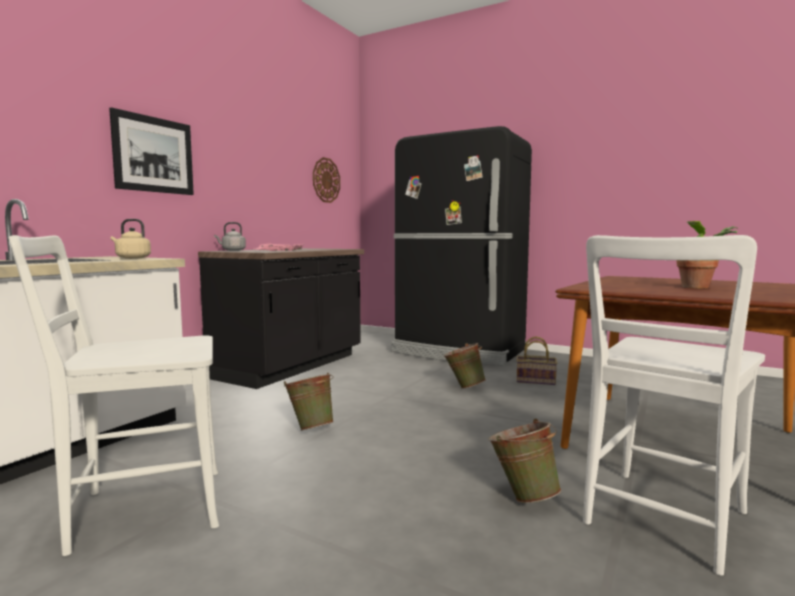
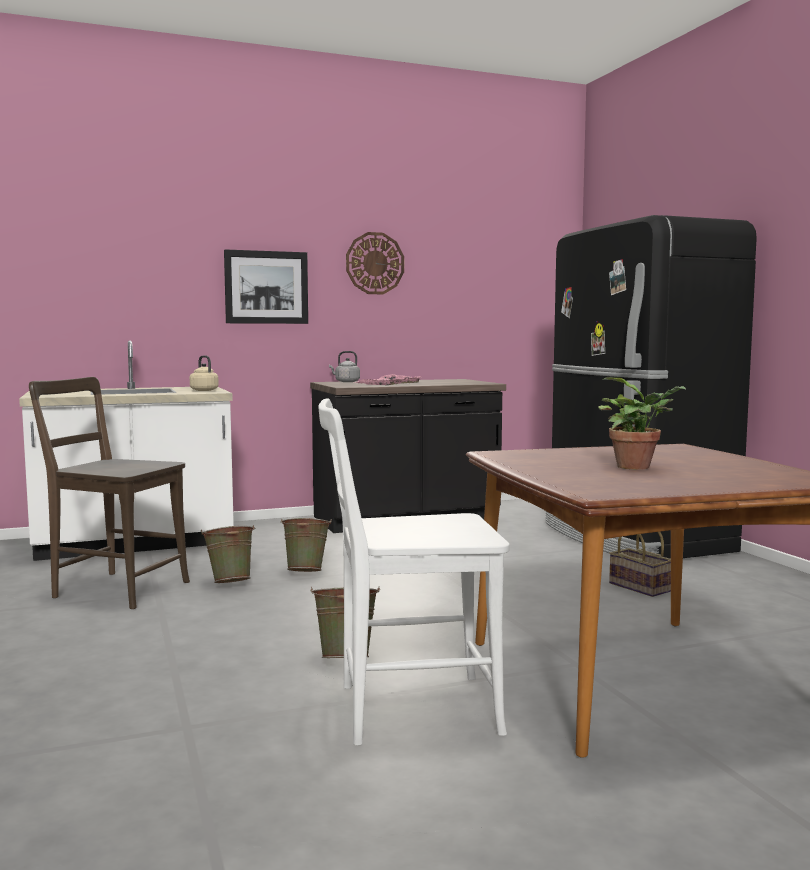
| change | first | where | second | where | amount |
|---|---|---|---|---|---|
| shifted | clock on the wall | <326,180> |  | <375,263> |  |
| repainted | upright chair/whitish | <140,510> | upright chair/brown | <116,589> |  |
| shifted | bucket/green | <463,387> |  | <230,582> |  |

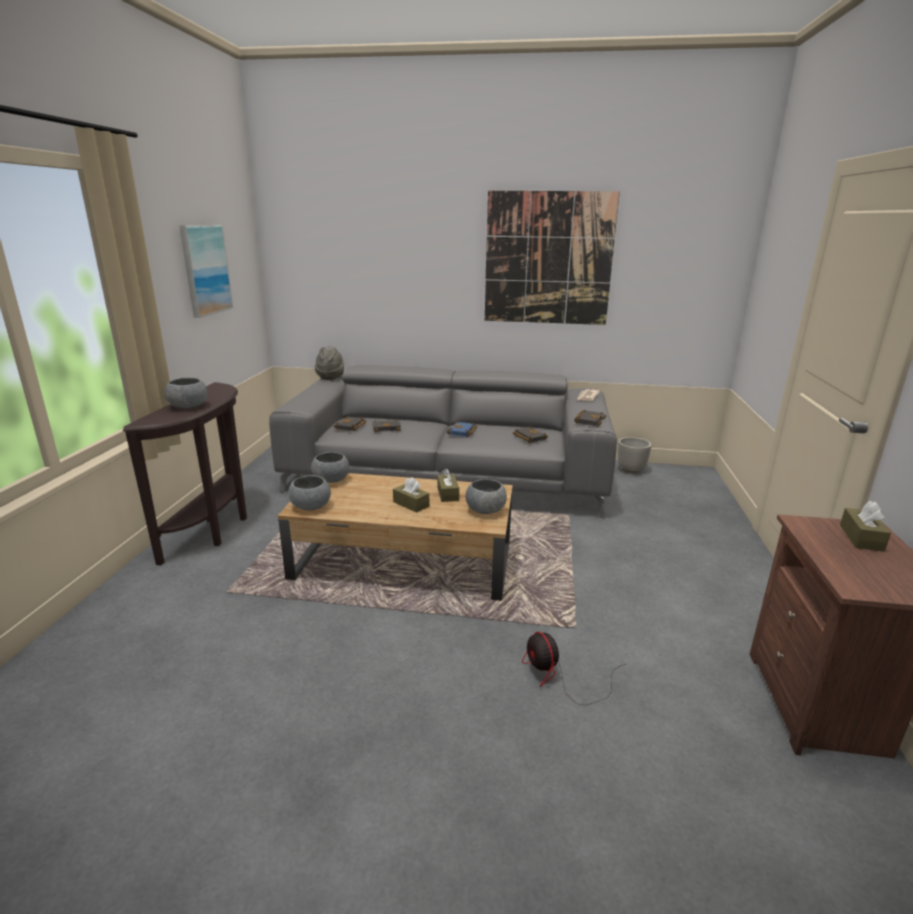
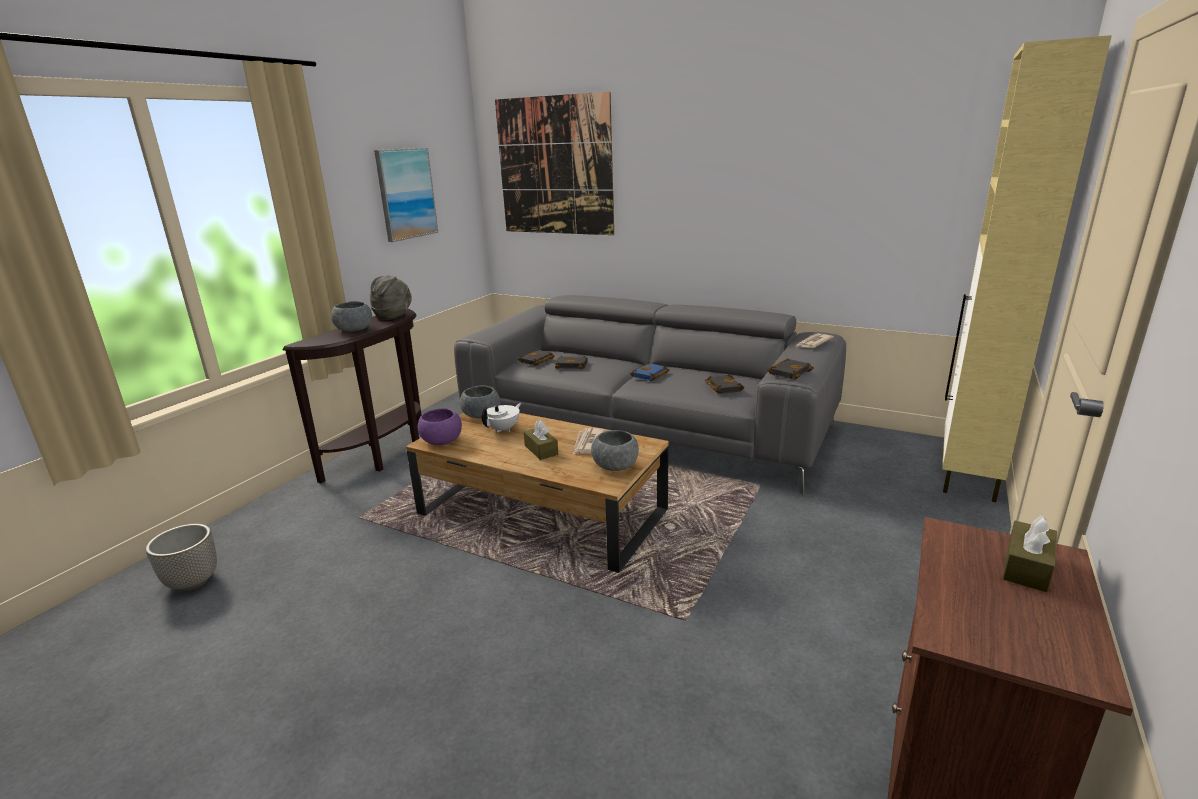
| change | first | where | second | where | amount |
|---|---|---|---|---|---|
| shifted | wall picture | <548,259> |  | <554,167> |  |
| shifted | wearable hat/gray | <330,377> |  | <393,316> |  |
| shifted | flower pot | <631,469> |  | <194,582> |  |
| swapped | tissue holder/brown | <448,494> | printed paper | <588,443> |  |
| repainted | bowl/gray | <310,507> | bowl/purple-coloured | <441,441> |  |
| gone | cooling fan | <560,677> |  |  |  |
| new |  |  | cabinet/beige-coloured | <968,473> |  |
| new |  |  | pot for tea/whitish | <503,429> |  |

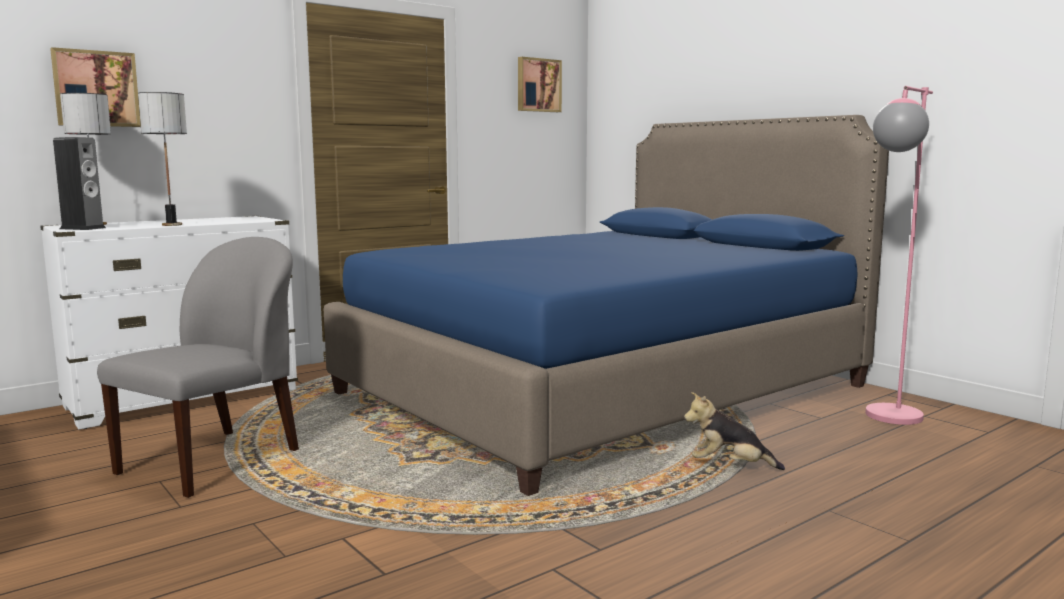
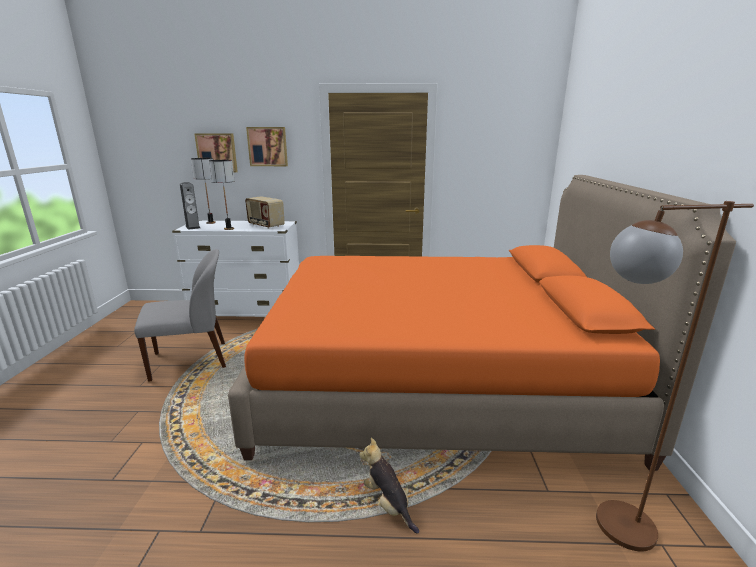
| change | first | where | second | where | amount |
|---|---|---|---|---|---|
| shifted | wall picture | <538,85> |  | <268,146> |  |
| repainted | standing lamp/pink-coloured | <887,420> | standing lamp/brown | <607,529> |  |
| repainted | bed/bluish | <603,389> | bed/orange-coloured | <434,382> |  |
| new |  |  | radio receiver | <265,225> |  |

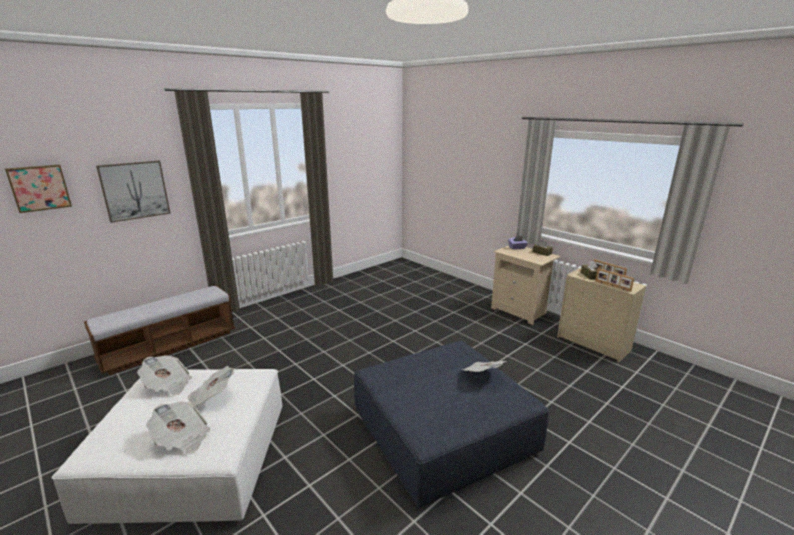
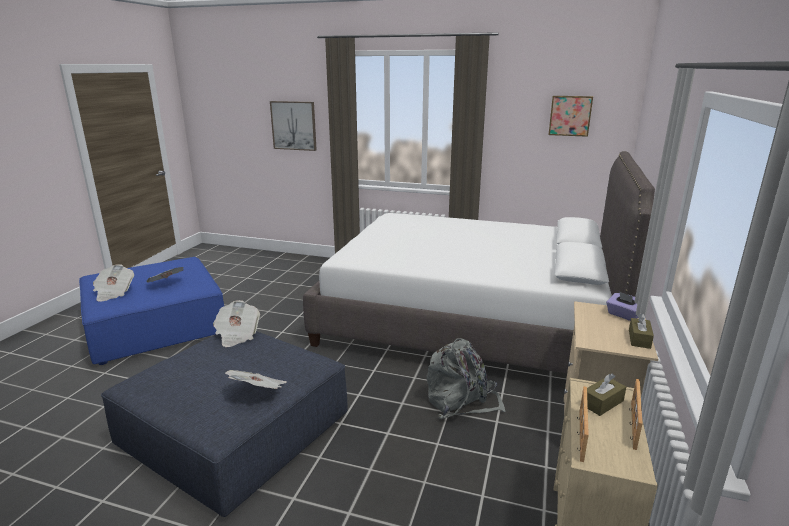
| change | first | where | second | where | amount |
|---|---|---|---|---|---|
| shifted | wall picture | <39,188> |  | <570,115> |  |
| gone | bench | <170,346> |  |  |  |
| shifted | printed paper | <167,385> |  | <237,335> |  |
| repainted | footrest/whitish | <193,459> | footrest/bluish | <156,325> |  |
| new |  |  | bed/whitish | <469,321> |  |
| new |  |  | knapsack/gray | <461,401> |  |

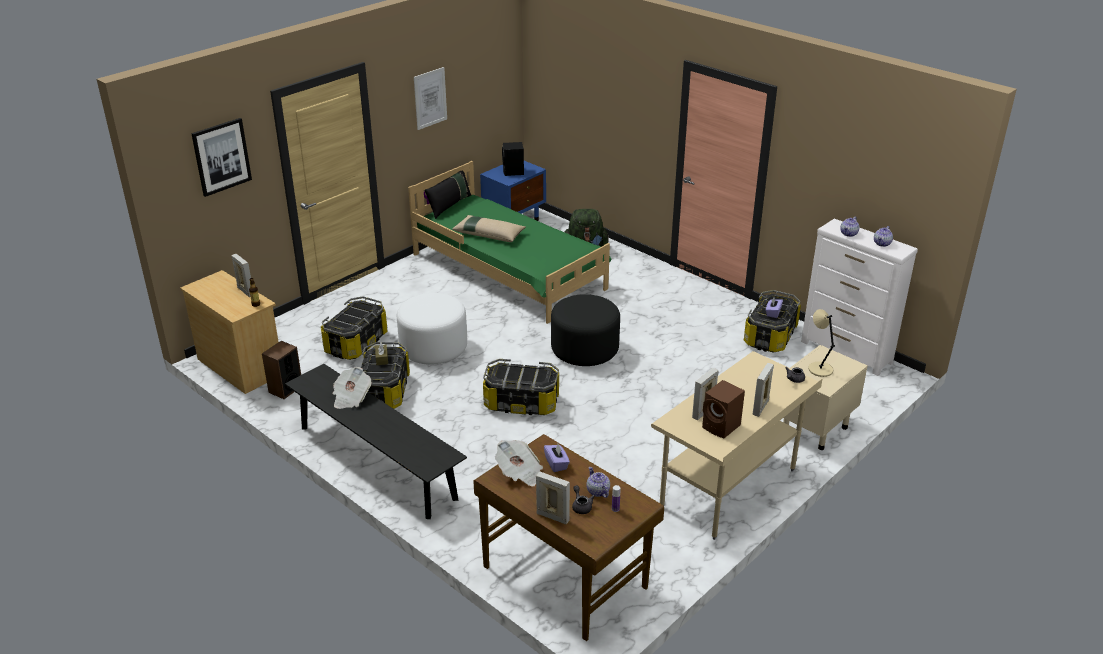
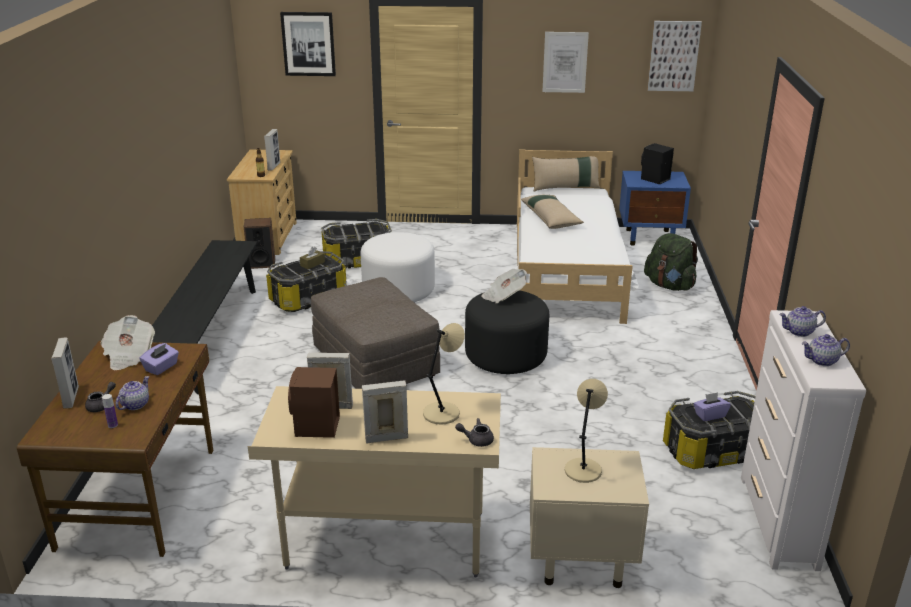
| change | first | where | second | where | amount |
|---|---|---|---|---|---|
| repainted | bed/green | <509,271> | bed/whitish | <567,270> |  |
| repainted | cushion/blackish | <449,205> | cushion/beige-coloured | <565,187> |  |
| swapped | storage bin | <521,403> | footrest/gray | <376,362> |  |
| shifted | printed paper | <351,398> |  | <503,296> |  |
| new |  |  | wall picture | <673,56> |  |
| new |  |  | tabletop lamp/beige-coloured | <442,412> |  |

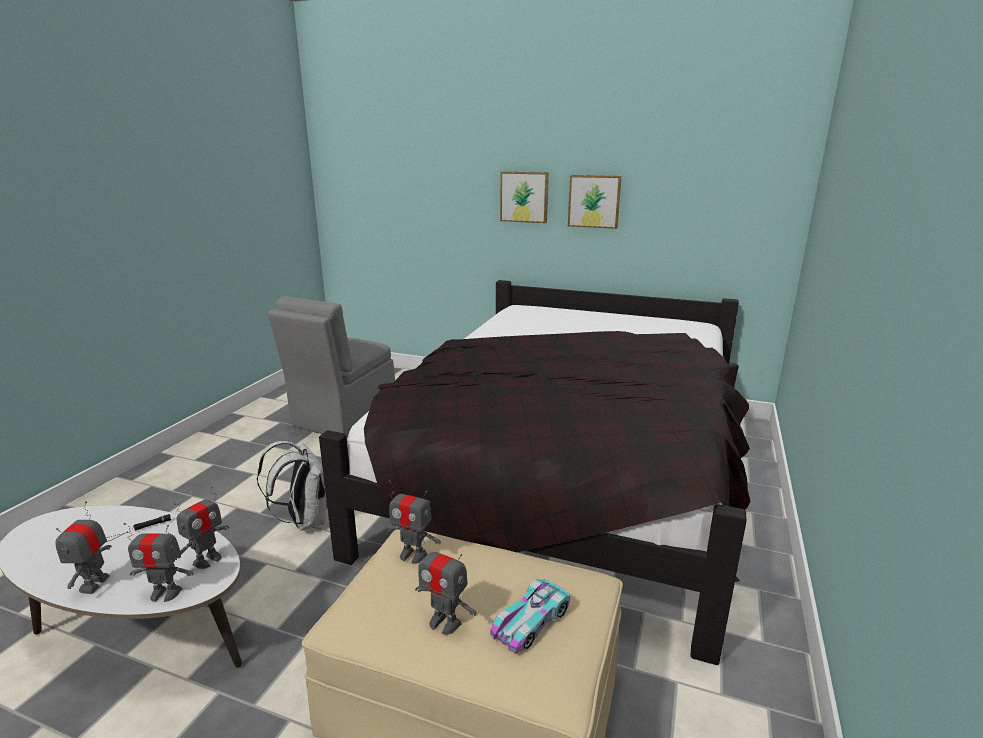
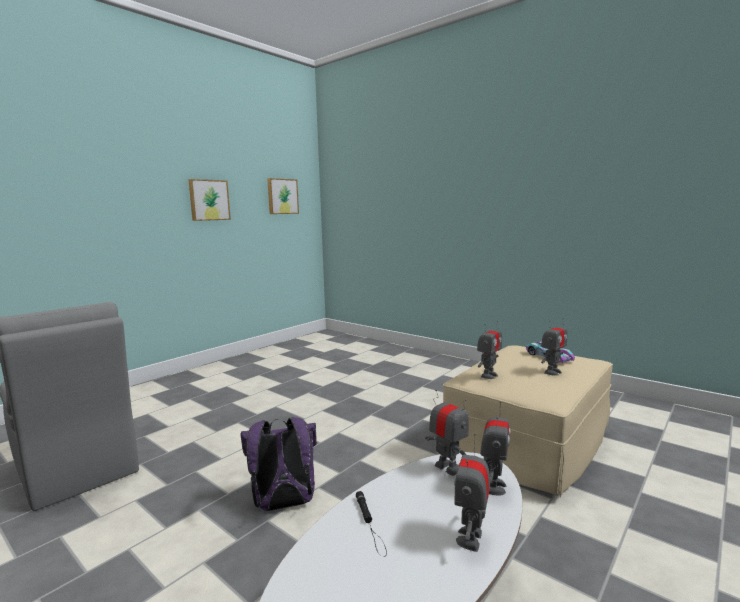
| change | first | where | second | where | amount |
|---|---|---|---|---|---|
| shifted | wall picture | <524,197> |  | <282,196> |  |
| gone | bed/blackish | <568,474> |  |  |  |
| repainted | knapsack/whitish | <304,521> | knapsack/purple-coloured | <283,505> |  |
| rotated | model robot | <94,584> |  | <470,538> | 90 degrees clockwise |

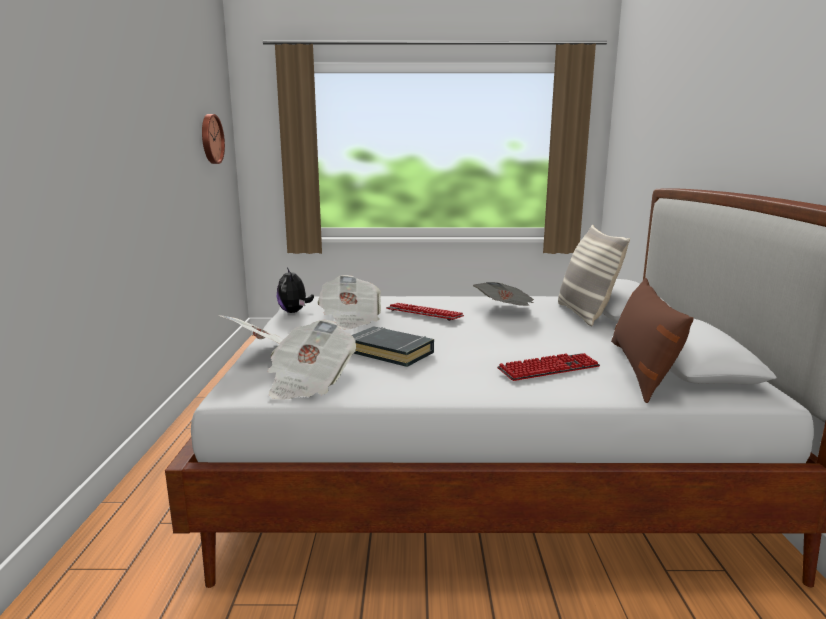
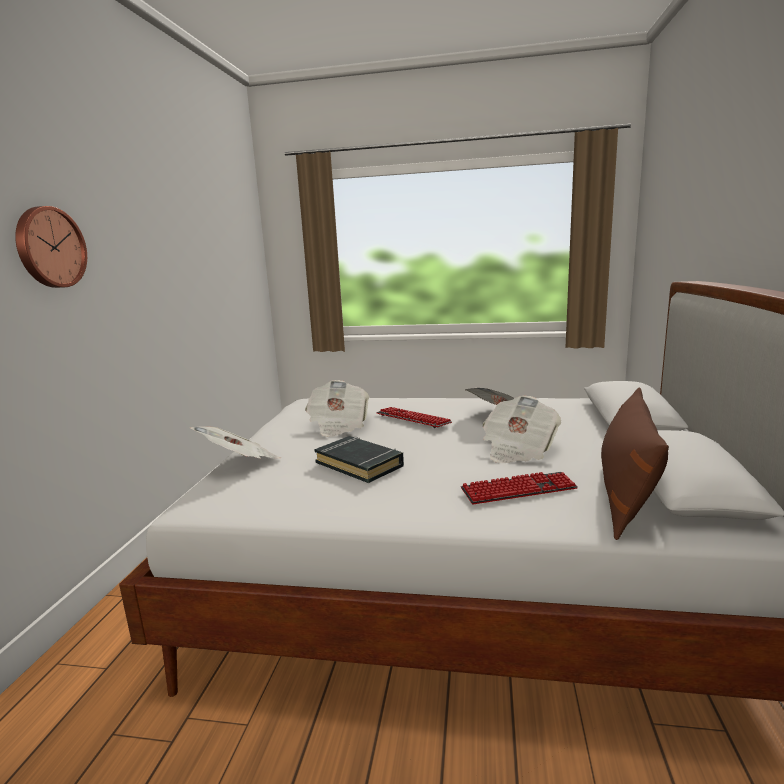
| change | first | where | second | where | amount |
|---|---|---|---|---|---|
| shifted | clock on the wall | <210,139> |  | <49,247> |  |
| gone | cushion | <584,314> |  |  |  |
| gone | plush toy | <294,312> |  |  |  |
| shifted | printed paper | <309,383> |  | <517,450> |  |

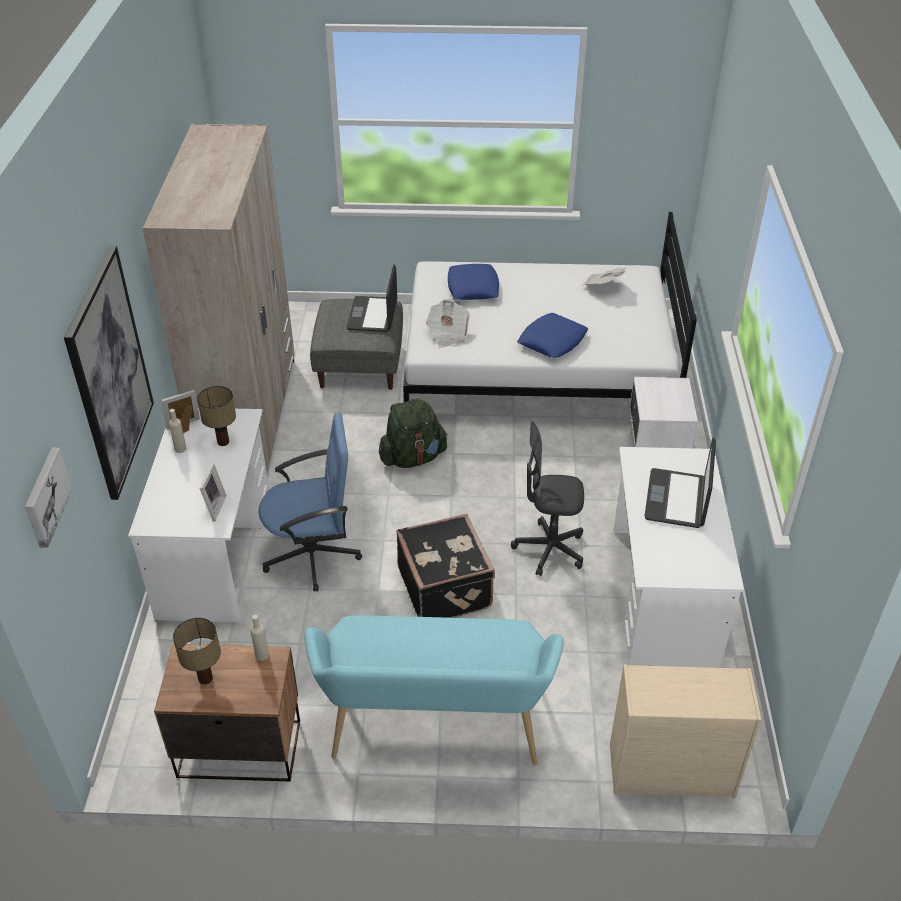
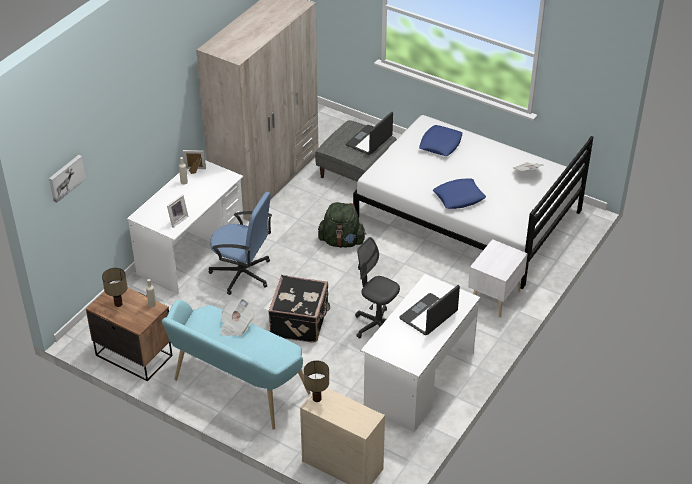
| change | first | where | second | where | amount |
|---|---|---|---|---|---|
| gone | wall picture | <110,373> |  |  |  |
| shifted | printed paper | <447,334> |  | <236,325> |  |
| shifted | tabletop lamp | <224,442> |  | <317,399> |  |

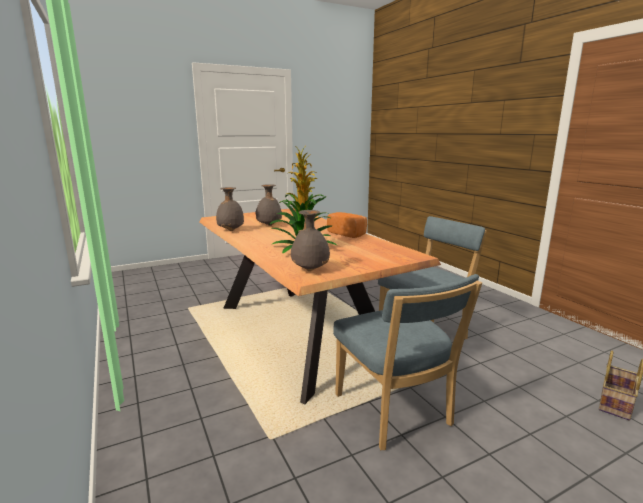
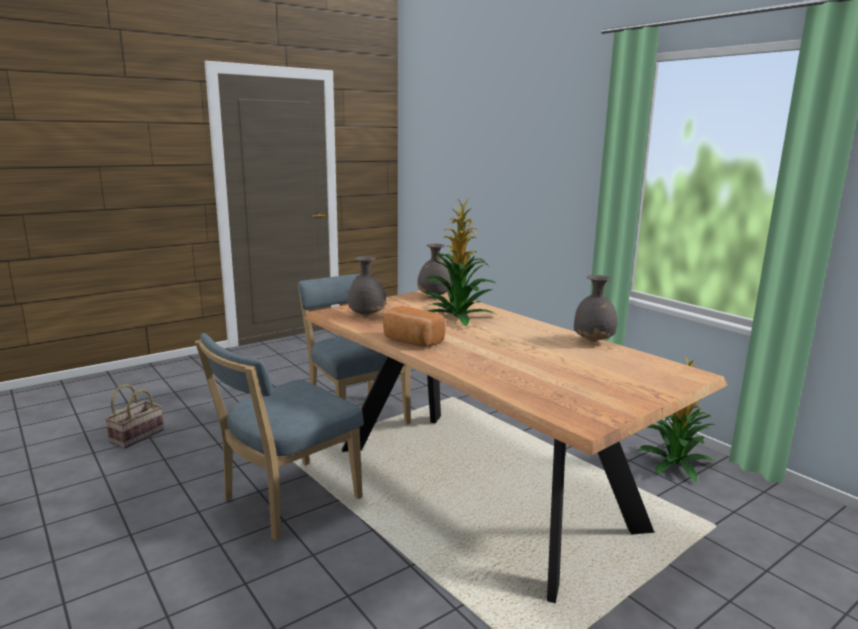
| change | first | where | second | where | amount |
|---|---|---|---|---|---|
| shifted | flower vase/gray | <269,225> |  | <367,315> |  |
| new |  |  | potted plant | <674,463> |  |

